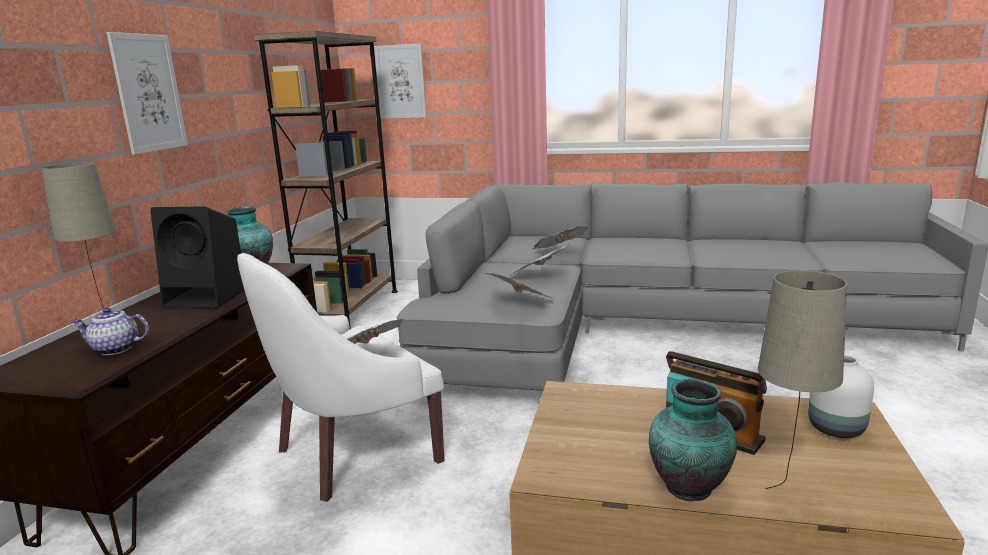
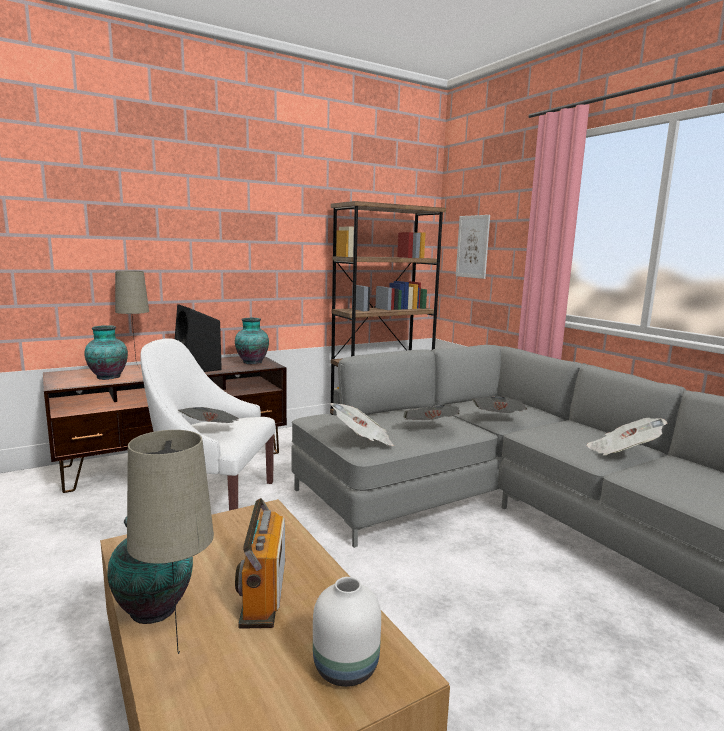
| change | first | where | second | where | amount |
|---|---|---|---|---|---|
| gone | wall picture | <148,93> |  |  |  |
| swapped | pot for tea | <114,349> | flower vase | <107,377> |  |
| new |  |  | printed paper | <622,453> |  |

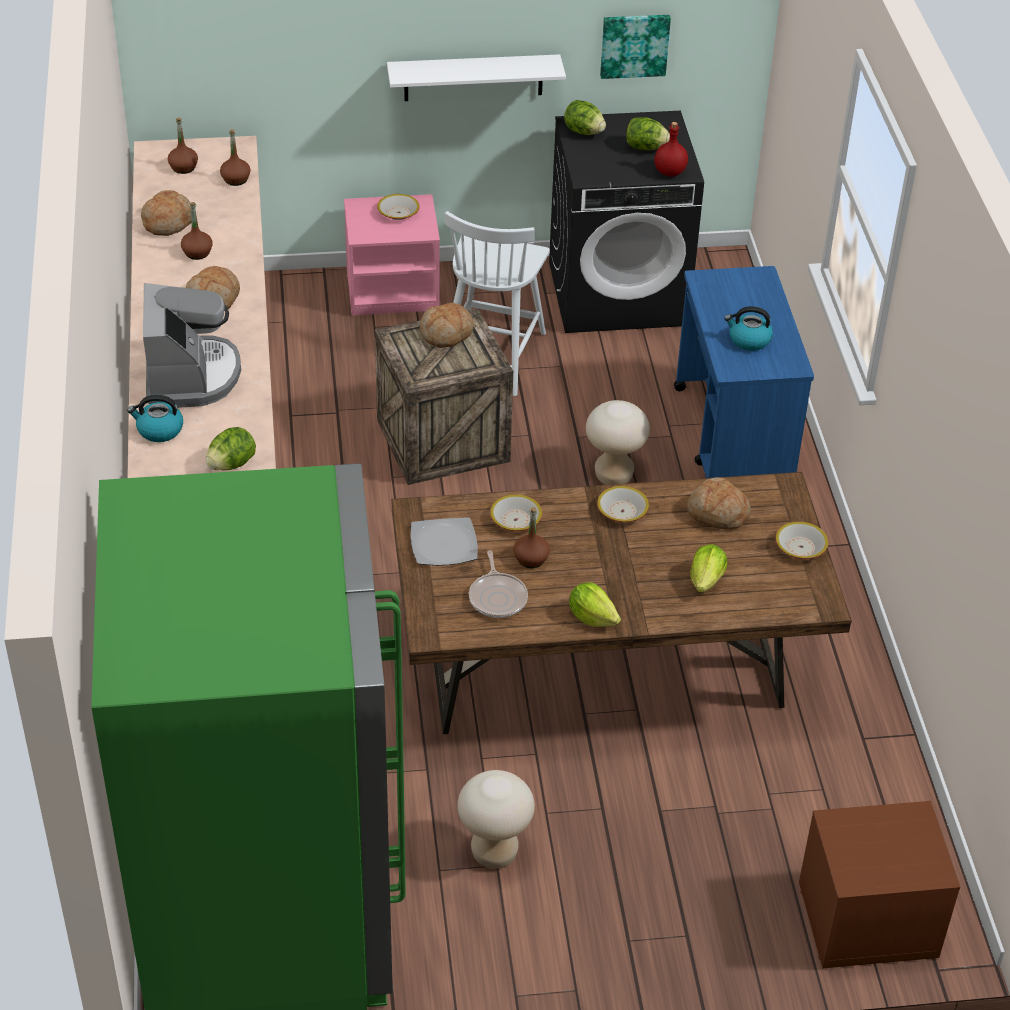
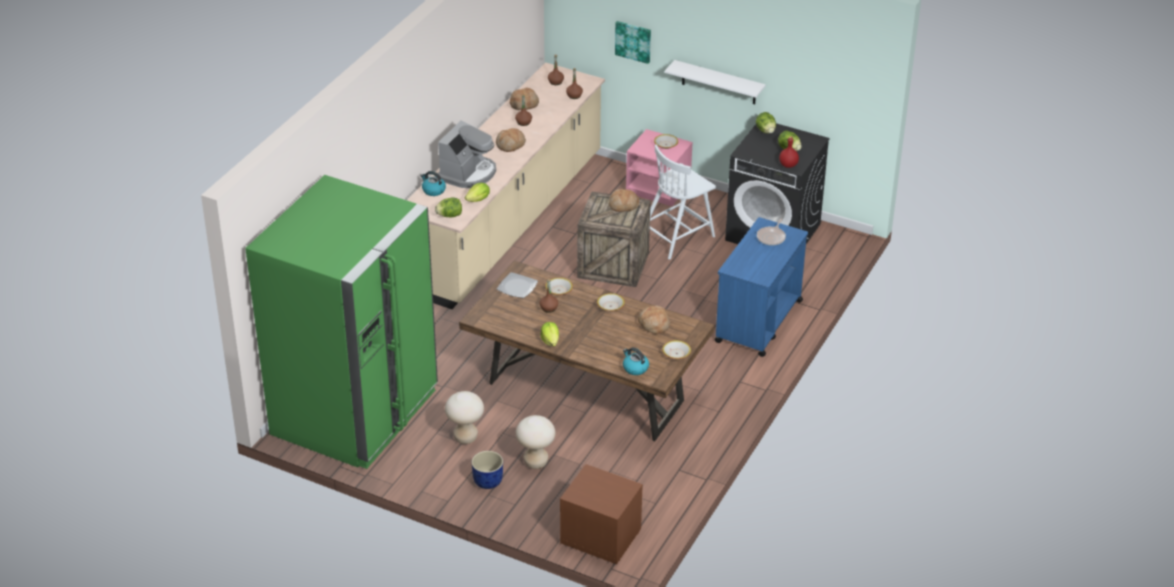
| change | first | where | second | where | amount |
|---|---|---|---|---|---|
| shifted | wall picture | <634,45> |  | <633,41> |  |
| shifted | tea kettle | <748,340> |  | <635,368> |  |
| shifted | stool/beige-coloured | <613,476> |  | <536,462> |  |
| shifted | head of lettuce | <706,580> |  | <478,200> |  |
| shifted | skillet | <498,597> |  | <771,237> |  |
| new |  |  | flower pot/bluish | <488,481> |  |

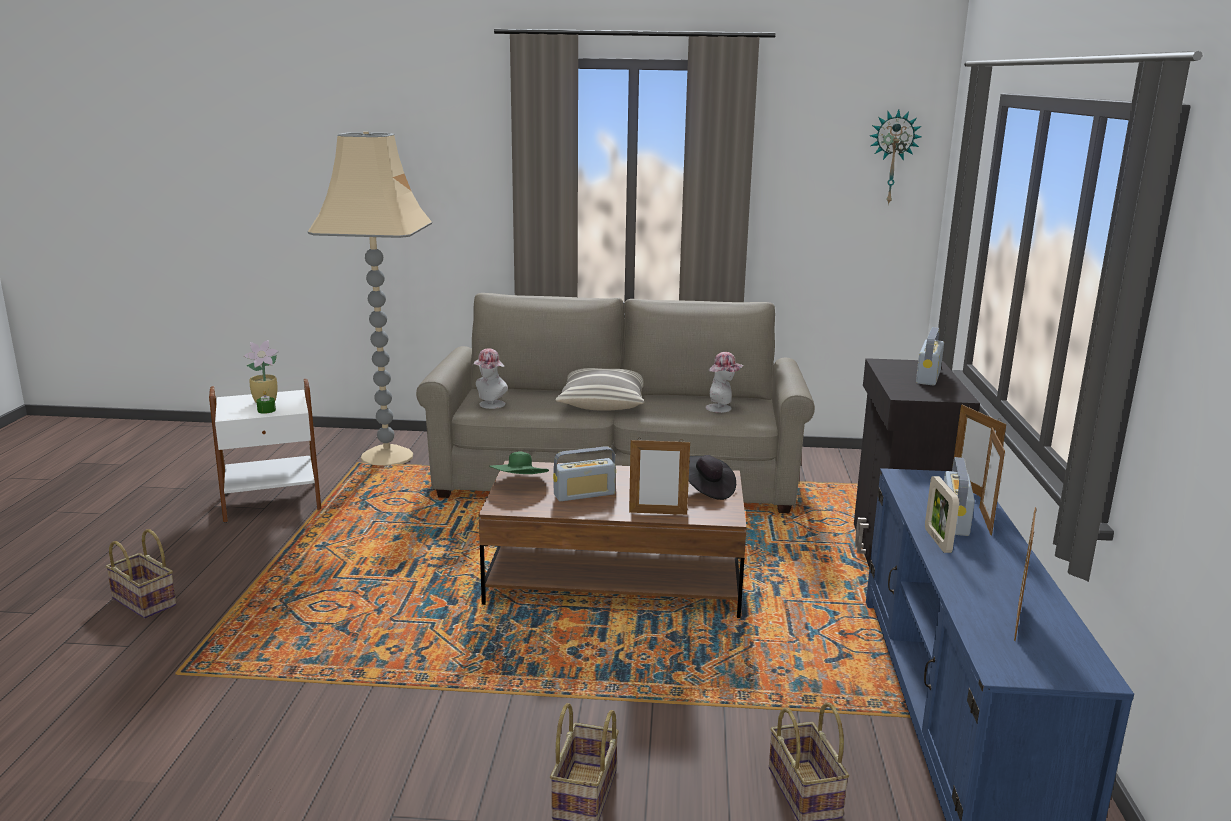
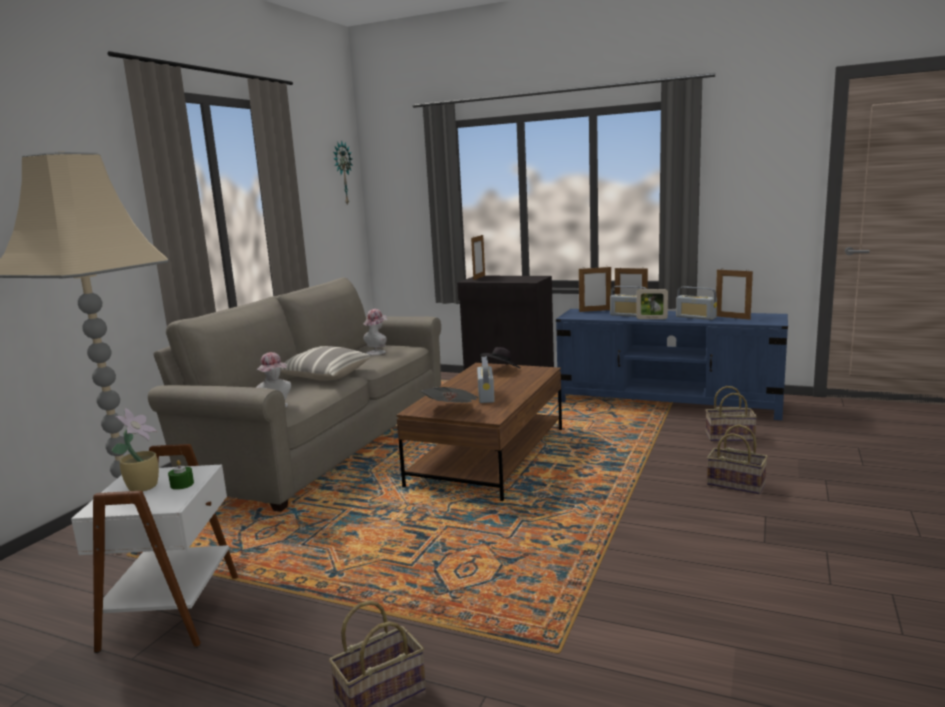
| change | first | where | second | where | amount |
|---|---|---|---|---|---|
| shifted | radio receiver | <928,377> |  | <696,317> |  |
| shifted | picture frame | <658,513> |  | <479,277> |  |
| swapped | wearable hat/green | <520,484> | printed paper | <451,411> |  |

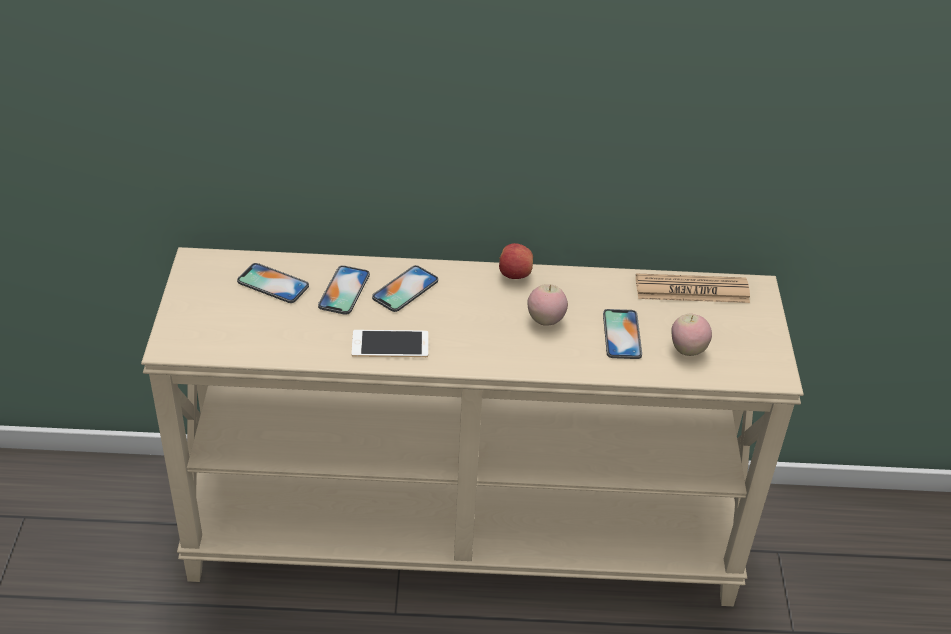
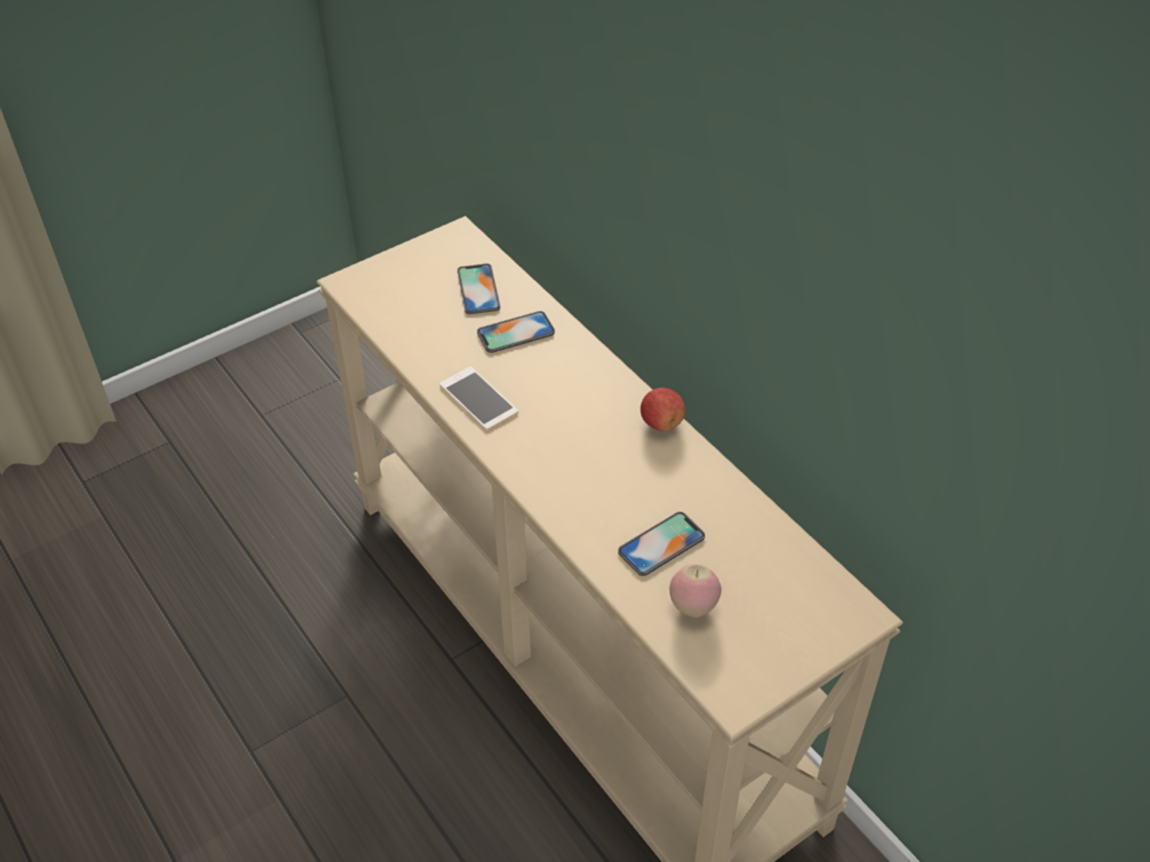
| change | first | where | second | where | amount |
|---|---|---|---|---|---|
| gone | phone | <405,289> |  |  |  |
| gone | printed paper | <692,290> |  |  |  |
| gone | apple | <545,320> |  |  |  |

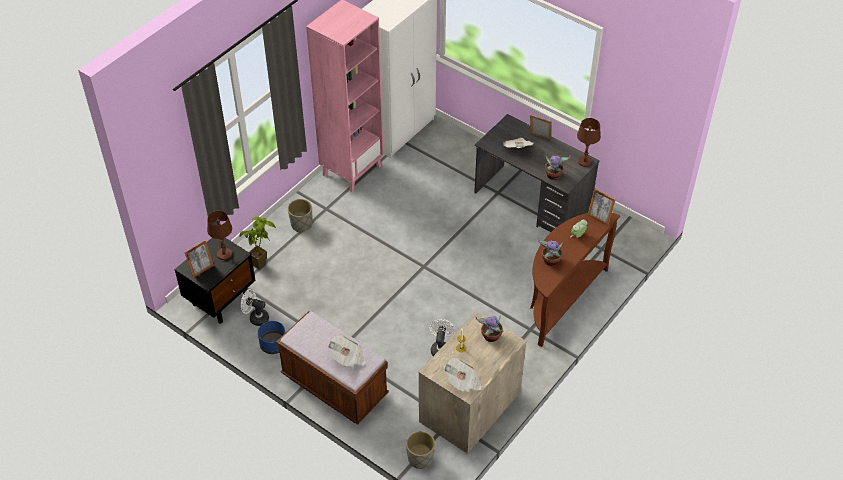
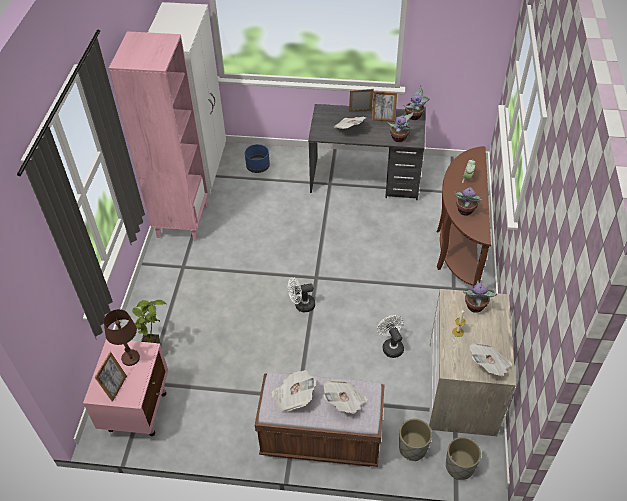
| change | first | where | second | where | amount |
|---|---|---|---|---|---|
| swapped | tabletop lamp/brown | <585,162> | potted plant | <414,116> |  |
| shifted | picture frame | <599,218> |  | <383,119> |  |
| shifted | flower pot/gray | <301,224> |  | <413,448> |  |
| repainted | nightstand/blackish | <221,300> | nightstand/pink-coloured | <138,410> |  |
| shifted | cooling fan/whitish | <256,318> |  | <301,305> |  |
| shifted | flower pot/bluish | <273,344> |  | <258,166> |  |
| new |  |  | printed paper | <293,397> |  |

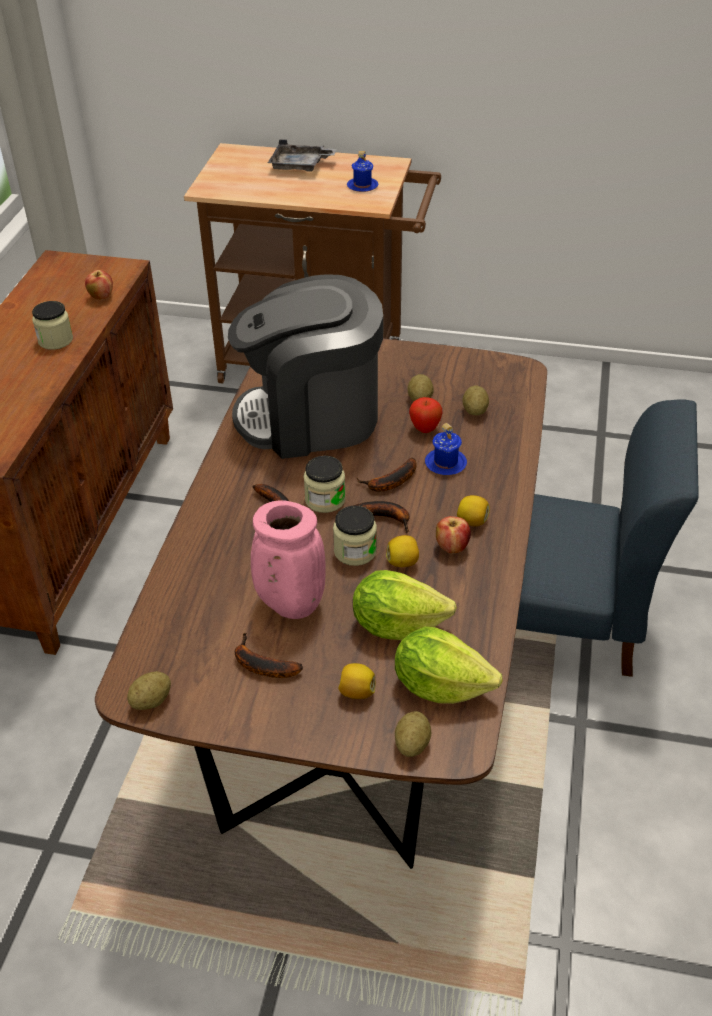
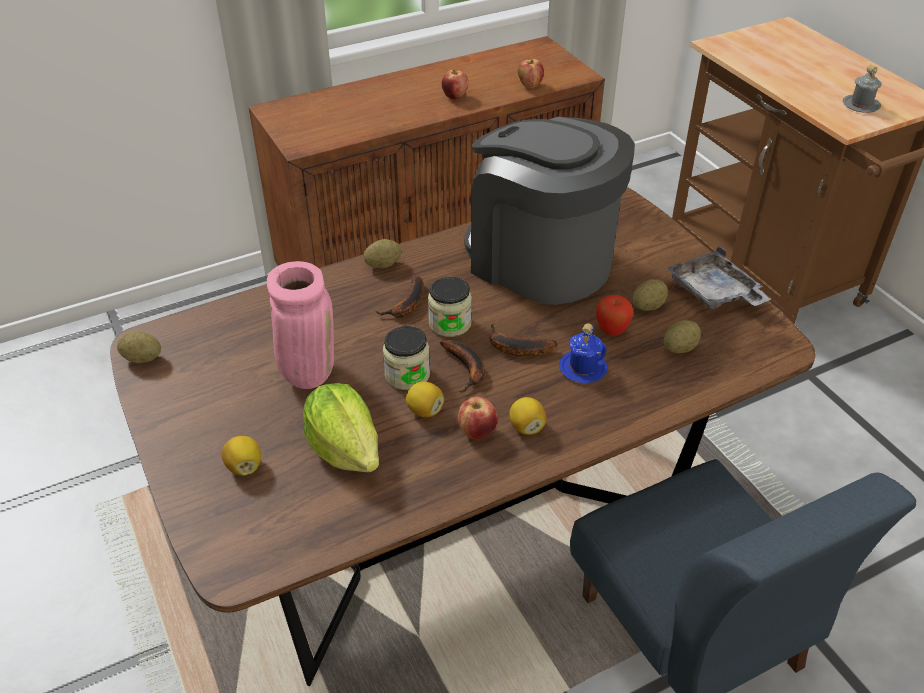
| change | first | where | second | where | amount |
|---|---|---|---|---|---|
| shifted | tray/gray | <300,166> |  | <714,293> |  |
| repainted | tea mug/bluish | <362,186> | tea mug/gray | <860,105> |  |
| swapped | preserve jar | <55,340> | apple | <455,97> |  |
| gone | head of lettuce | <440,685> |  |  |  |
| gone | whole banana | <260,665> |  |  |  |
| shifted | potato | <412,744> |  | <383,265> |  |

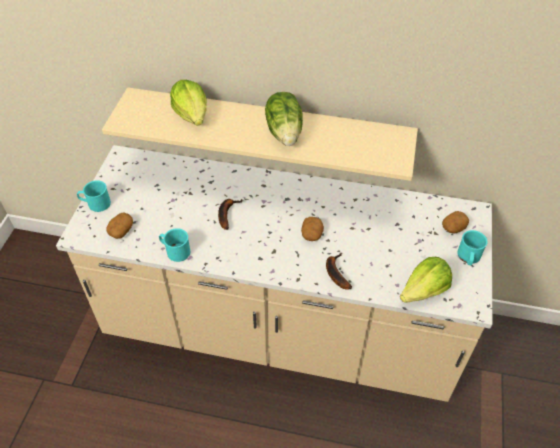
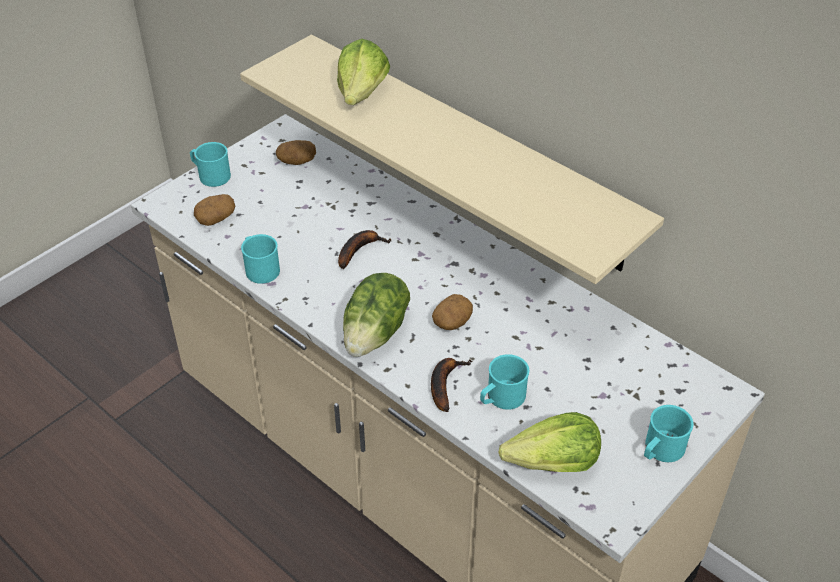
| change | first | where | second | where | amount |
|---|---|---|---|---|---|
| shifted | head of lettuce | <285,132> |  | <376,333> |  |
| shifted | potato | <453,228> |  | <296,161> |  |
| new |  |  | tea mug/blue-green | <501,398> |  |

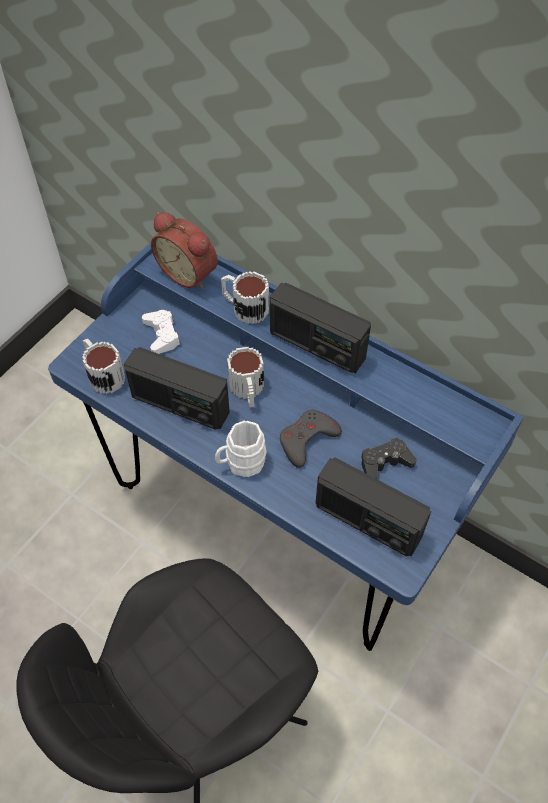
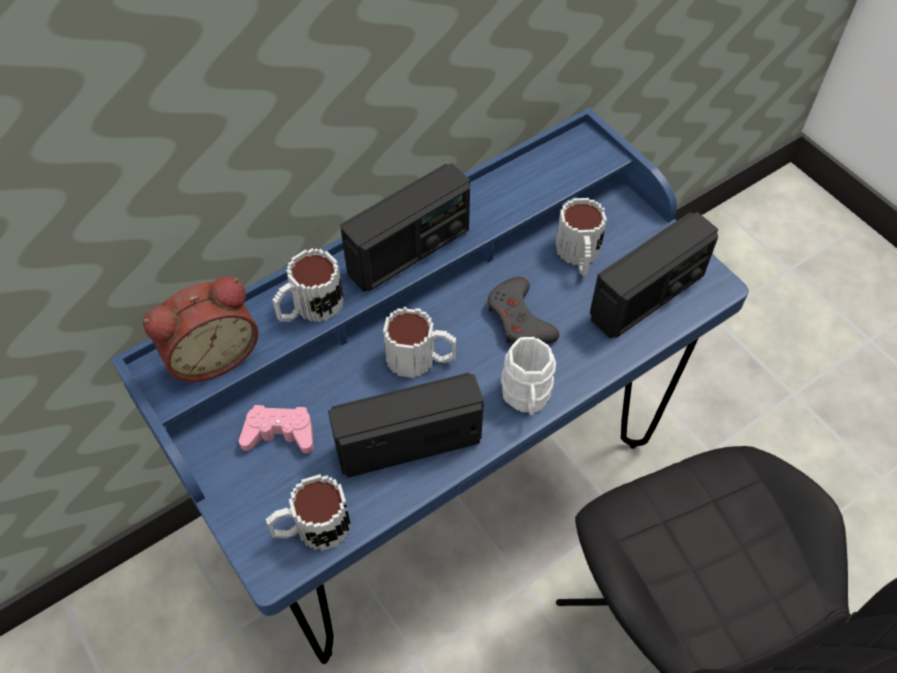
| change | first | where | second | where | amount |
|---|---|---|---|---|---|
| repainted | game controller/whitish | <162,335> | game controller/pink-coloured | <280,433> |  |
| rotated | radio receiver | <180,404> |  | <408,442> | 150 degrees counterclockwise |
| swapped | game controller/blackish | <385,463> | tea mug | <579,256> |  |

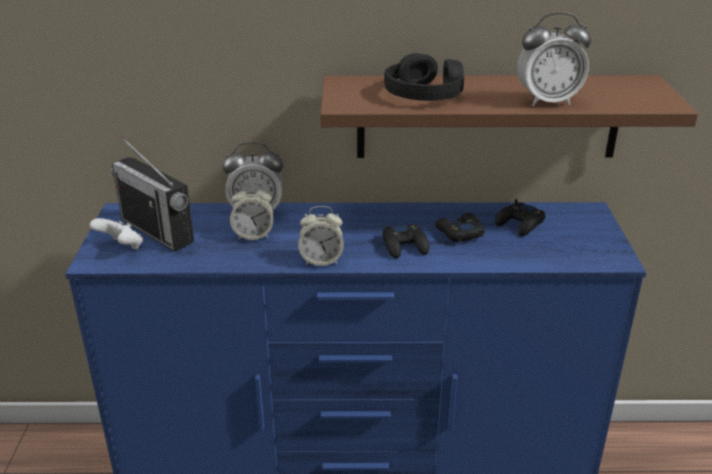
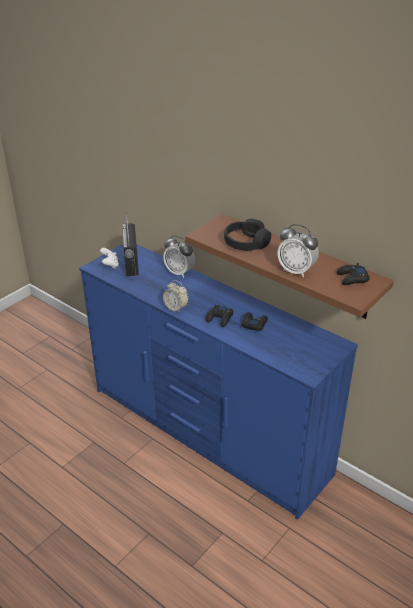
| change | first | where | second | where | amount |
|---|---|---|---|---|---|
| gone | table clock | <253,235> |  |  |  |
| shifted | game controller/blackish | <520,224> |  | <352,278> |  |

